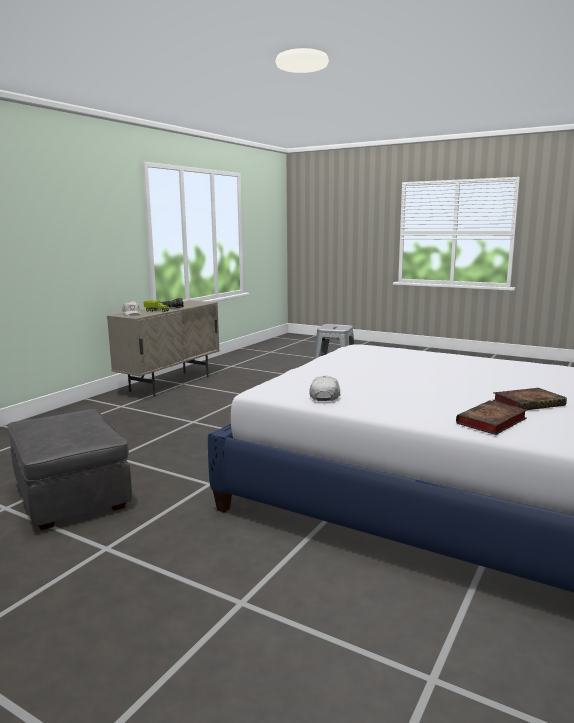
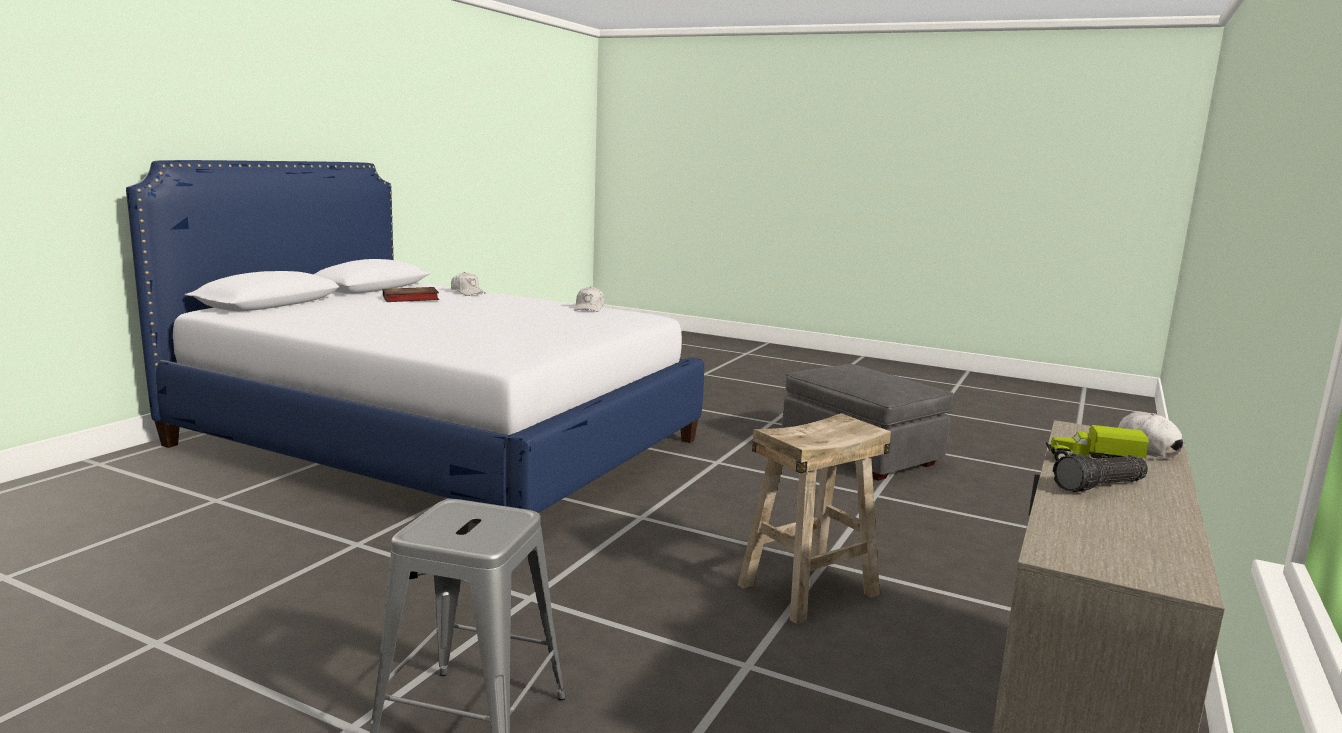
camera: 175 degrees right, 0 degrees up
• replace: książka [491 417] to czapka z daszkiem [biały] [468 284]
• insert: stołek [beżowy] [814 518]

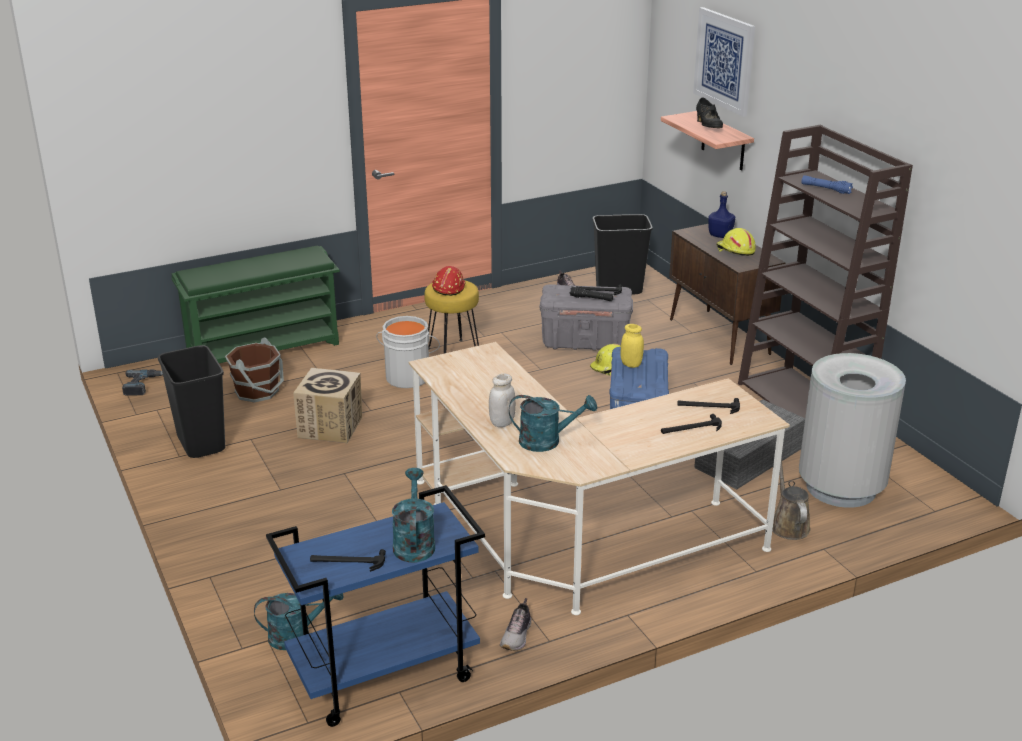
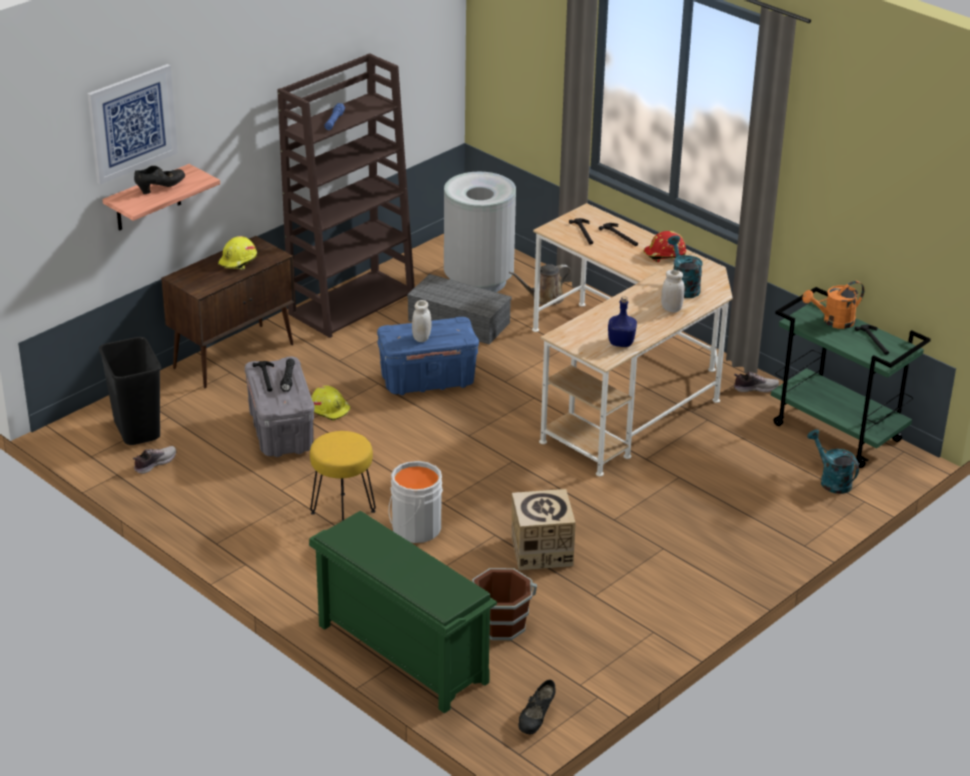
camera: 110 degrees left, 5 degrees up
• move: butelka [niebieski] [721 214] to [622 322]
• move: kask [czerwony] [449 281] to [665 246]
• recolor: słoik [żółty] [632 346] to słoik [biały] [422 321]
• delete: kosz na śmieci [czarny] [191 401]
• replace: wiertarka [142 382] to but [czarny] [537 707]
• recolor: konewka [turkusowy] [413 515] to konewka [pomarańczowy] [833 305]
• recolor: wózek [niebieski] [375 606] to wózek [zielony] [851 377]

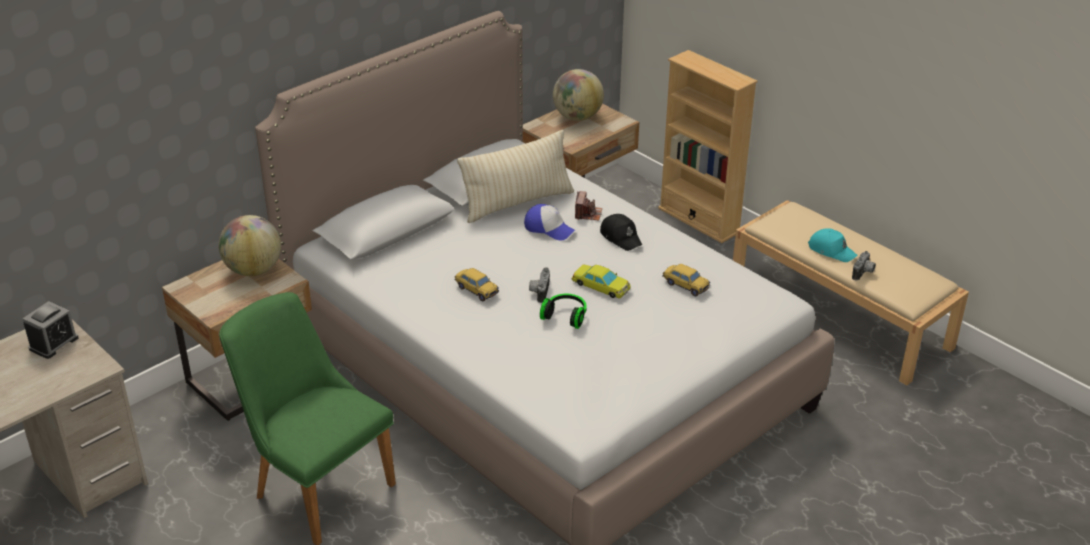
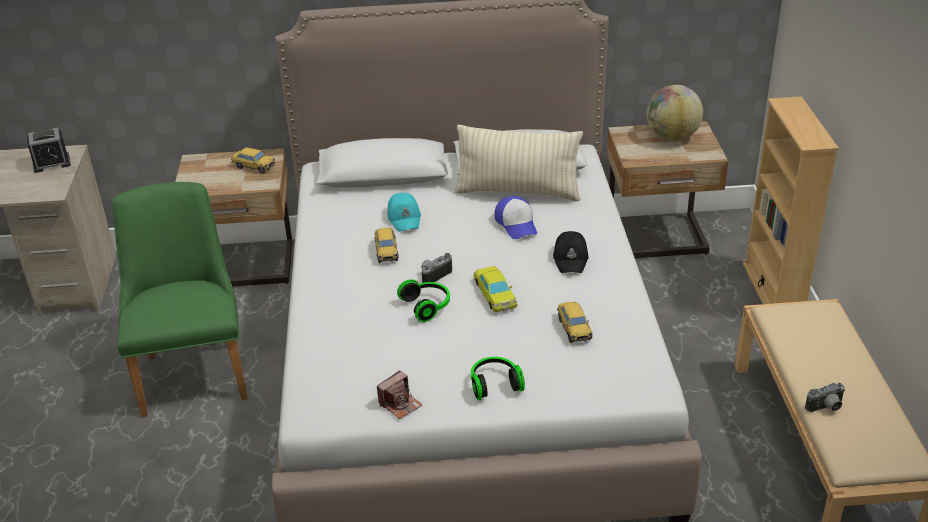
camera: 40 degrees right, 0 degrees up
• move: aparat fotograficzny [588 206] to [400 394]
• replace: globus [250 245] to samochodzik [253 160]
• move: czapka z daszkiem [turkusowy] [832 245] to [404 212]
• insert: słuchawki [498 379]

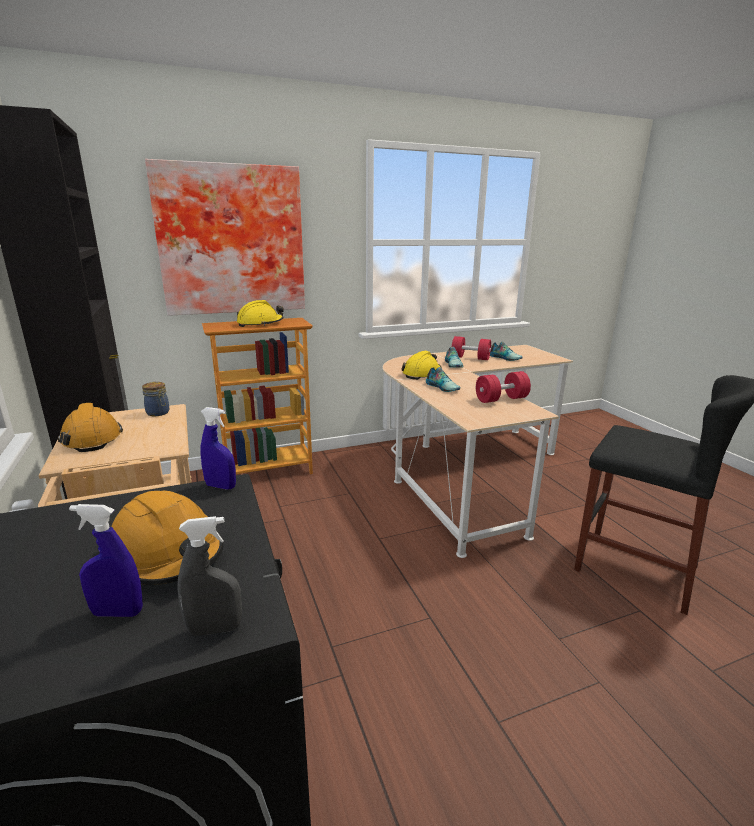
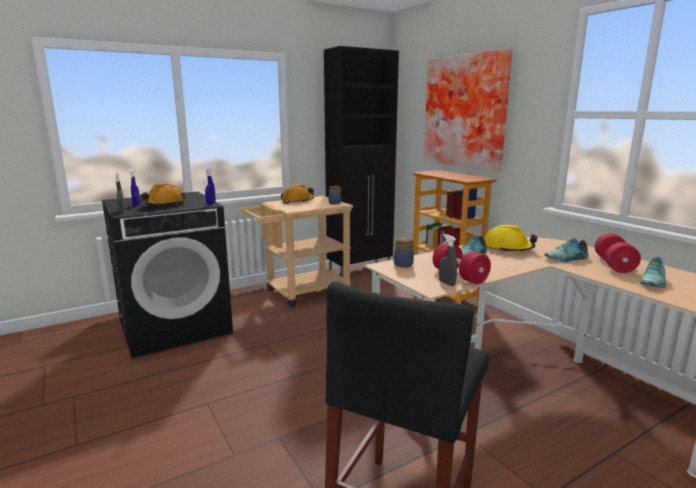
camera: 80 degrees right, 5 degrees down
• delete: kask [żółty] [260 313]
• insert: spryskiwacz [szary] [448 260]
• insert: słoik [404 252]

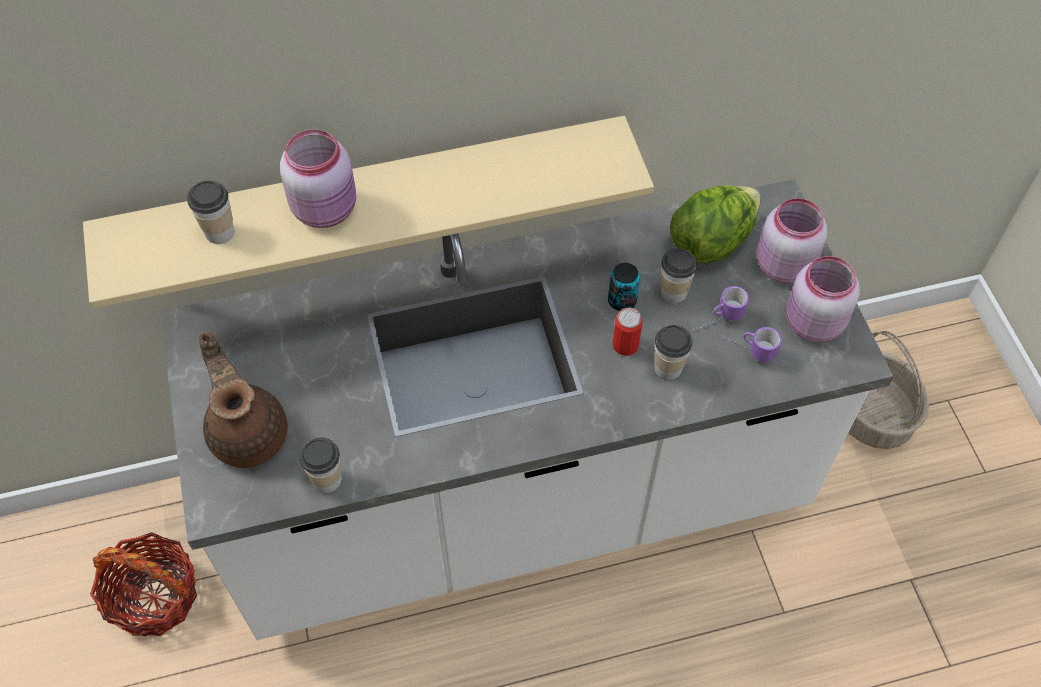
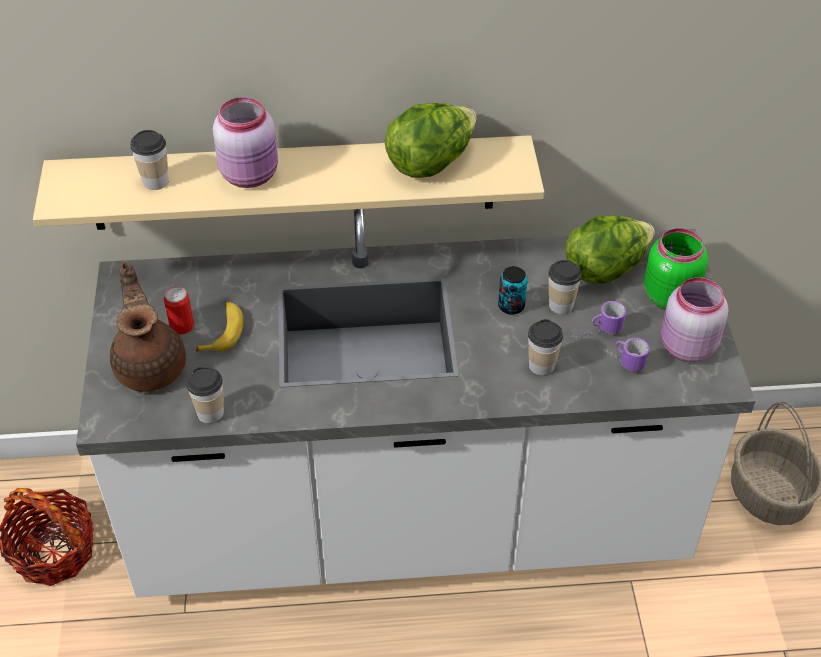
camera: 10 degrees right, 10 degrees down
• recolor: słoik [różowy] [792 240] to słoik [zielony] [676 269]
• move: puszka [627 332] to [179 310]
• insert: sałata [430 140]
• insert: banan [219 326]

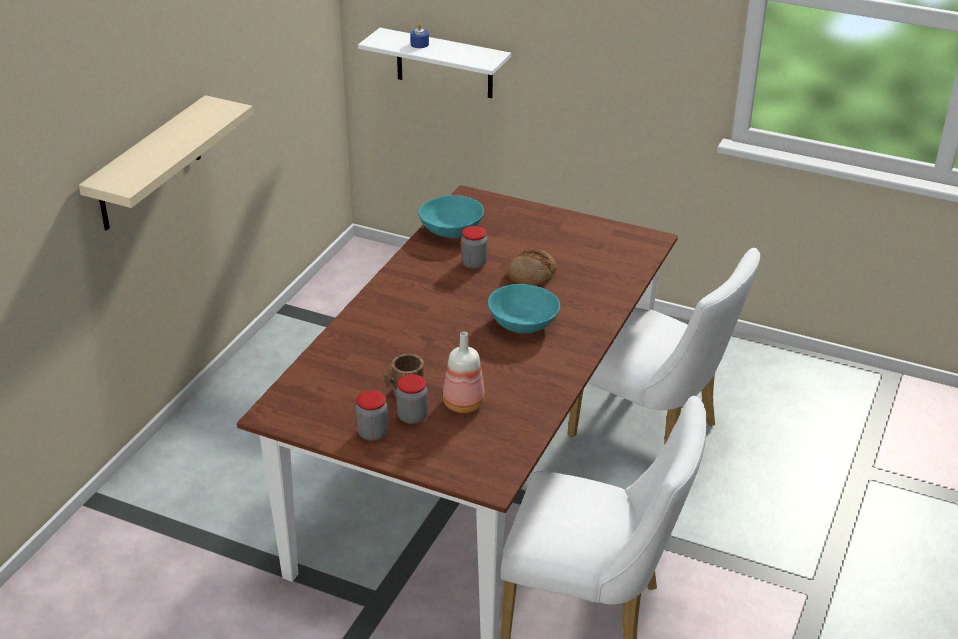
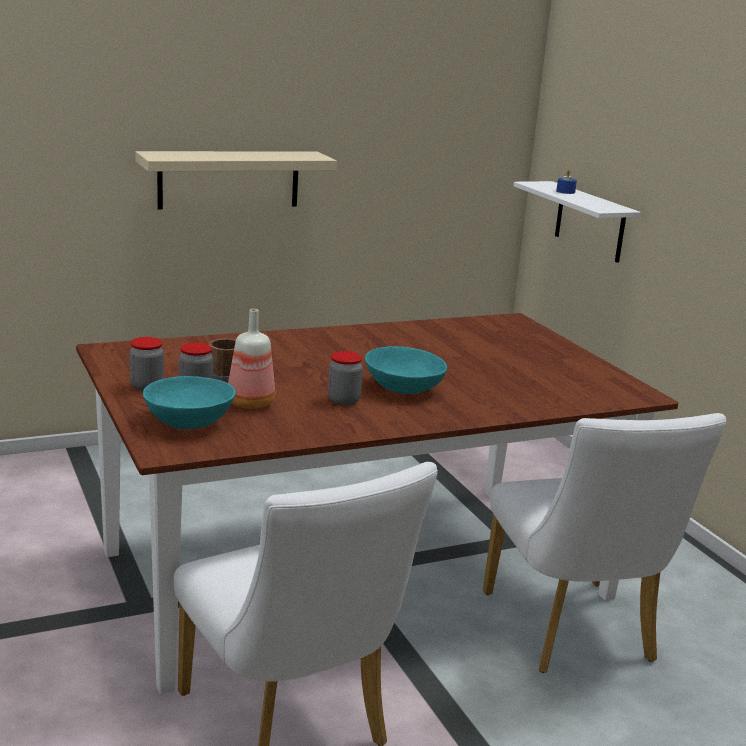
camera: 40 degrees right, 15 degrees down
• move: miska [turkusowy] [451 216] to [189 402]
• move: słoik [474 247] to [345 378]
• delete: chleb [532 267]

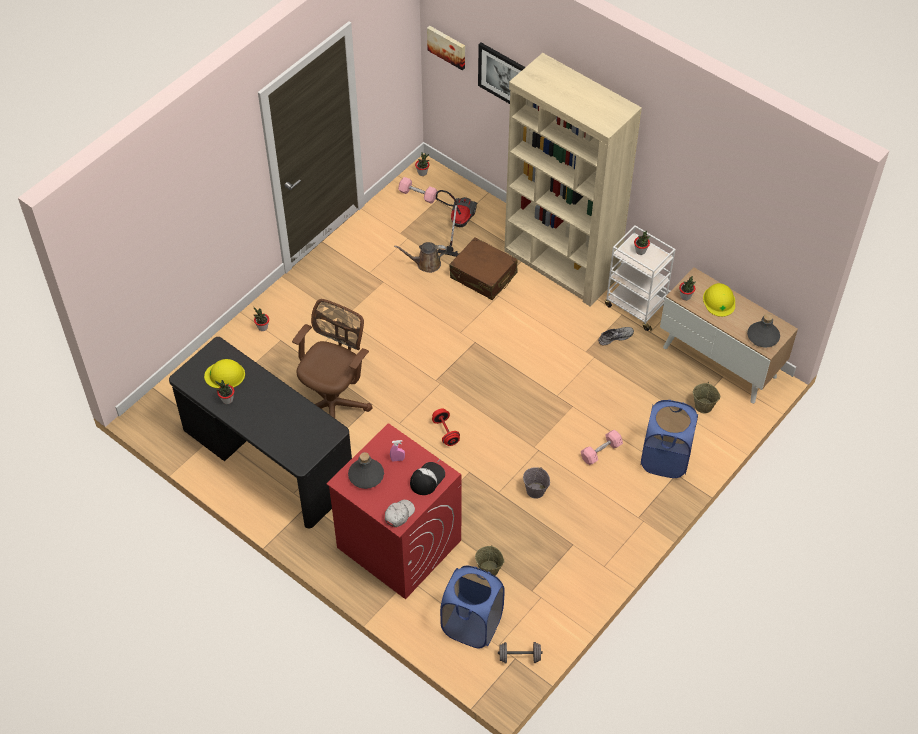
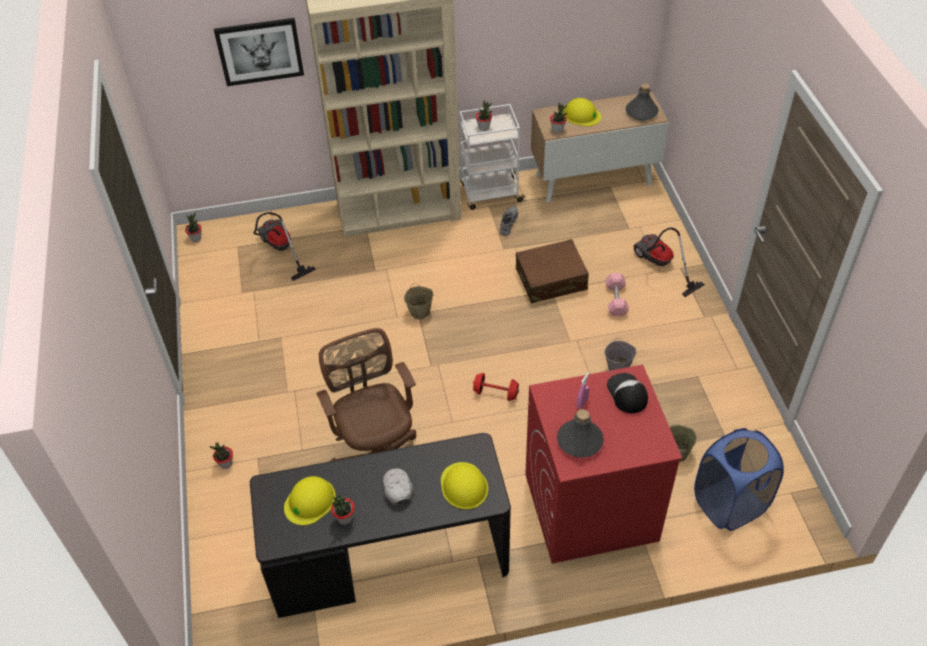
camera: 50 degrees left, 5 degrees down
• delete: obraz [446 48]
• delete: hantel [różowy] [417 190]
• move: walizka [brązowy] [483 268] to [552 271]
• delete: konewka [brązowy] [420 257]
• move: wiadro [beżowy] [707 397] to [418 301]
• replace: kosz na pranie [niebieski] [669 439] to odkurzacz [669 262]
• move: czapka z daszkiem [biały] [400 513] to [398 486]
• delete: hantel [szary] [520 652]
• insert: kask [żółty] [464 485]

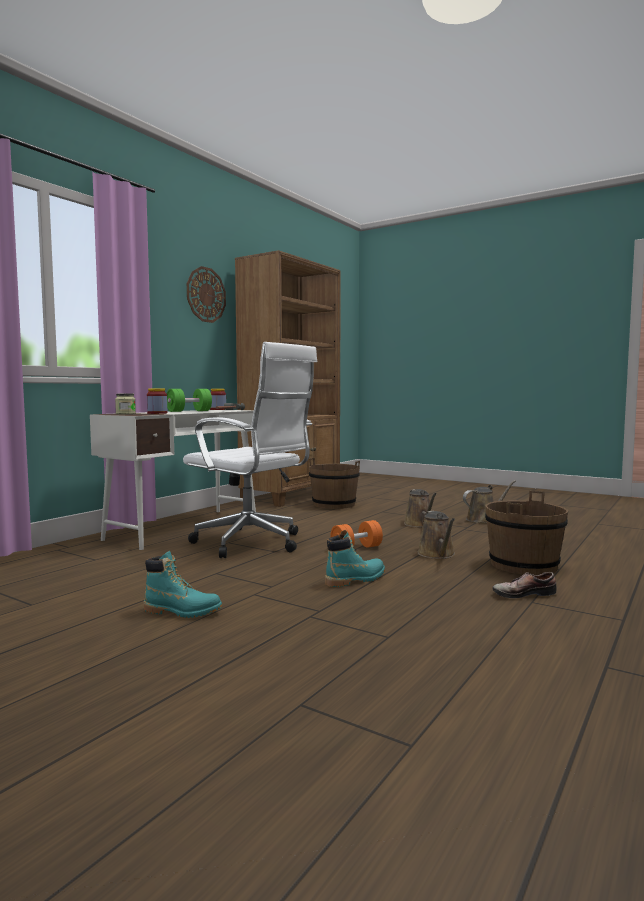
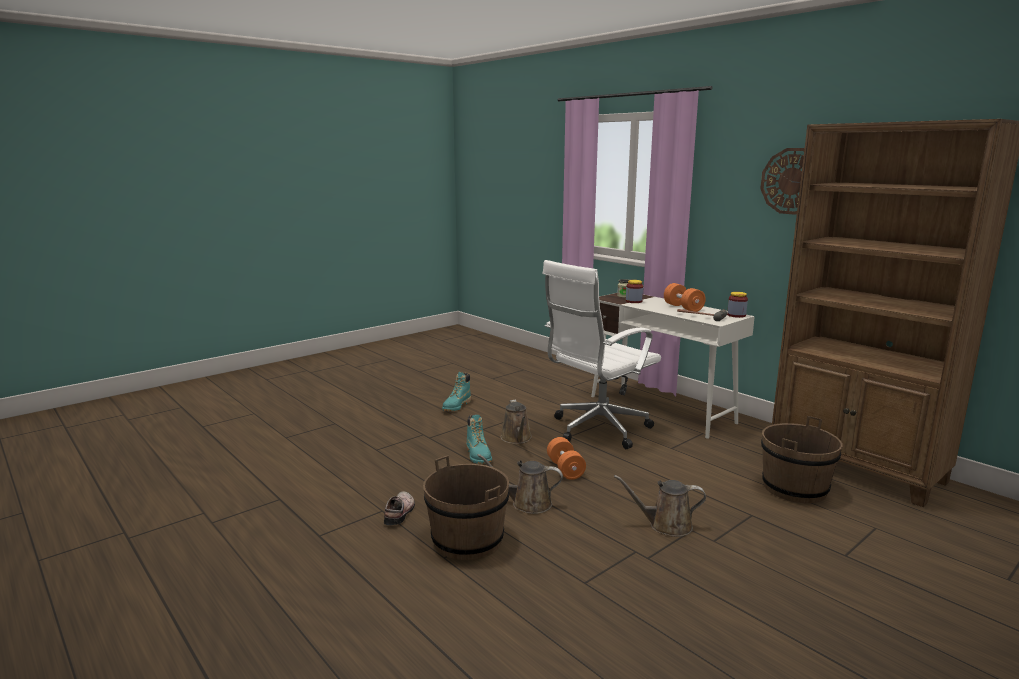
camera: 105 degrees right, 10 degrees up
• recolor: hantel [zielony] [189 400] to hantel [pomarańczowy] [685 297]
• move: konewka [brązowy] [489 501] to [516 422]

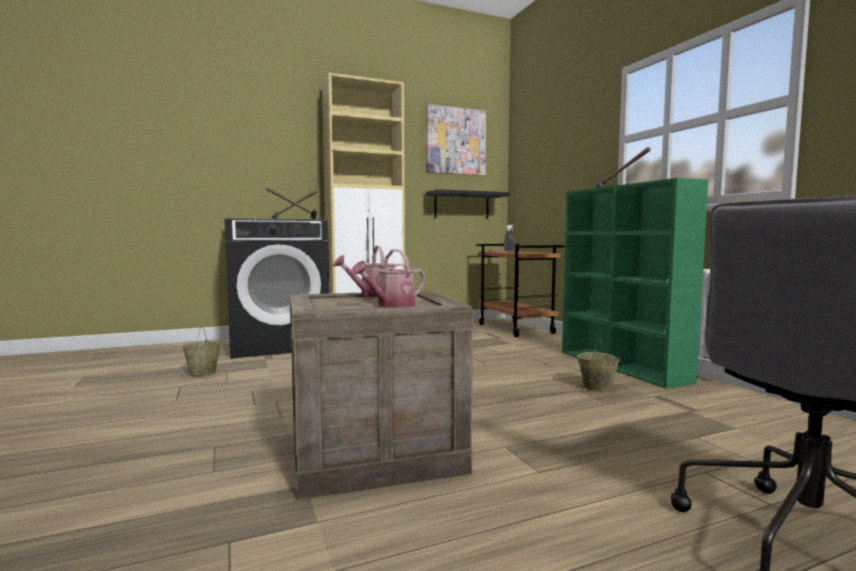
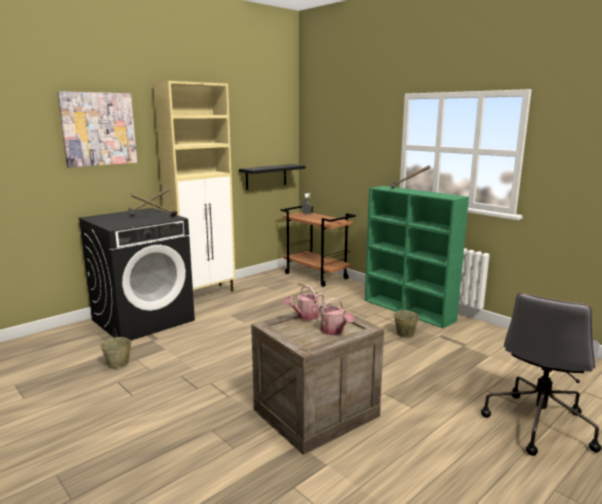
camera: 20 degrees left, 10 degrees up
• move: obraz [456 140] to [97 129]
• rotate: konewka [388 279] = [336 316] 60 degrees counterclockwise

